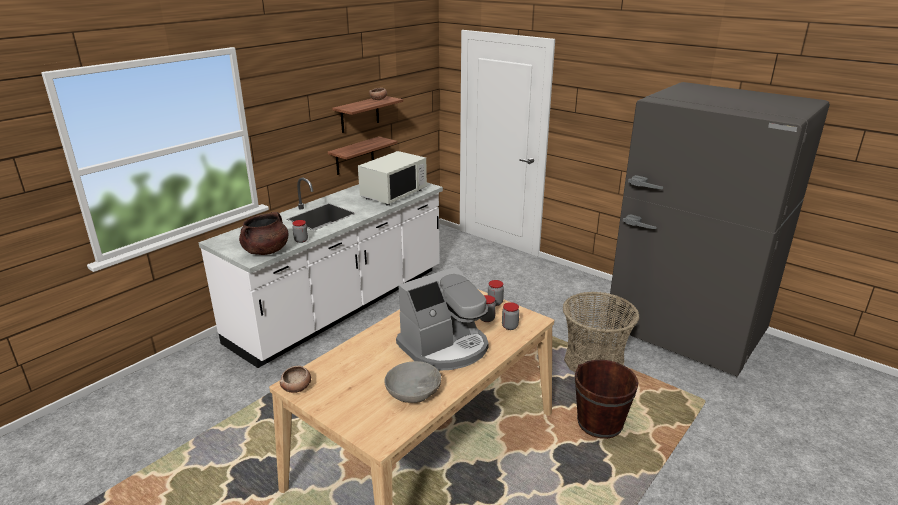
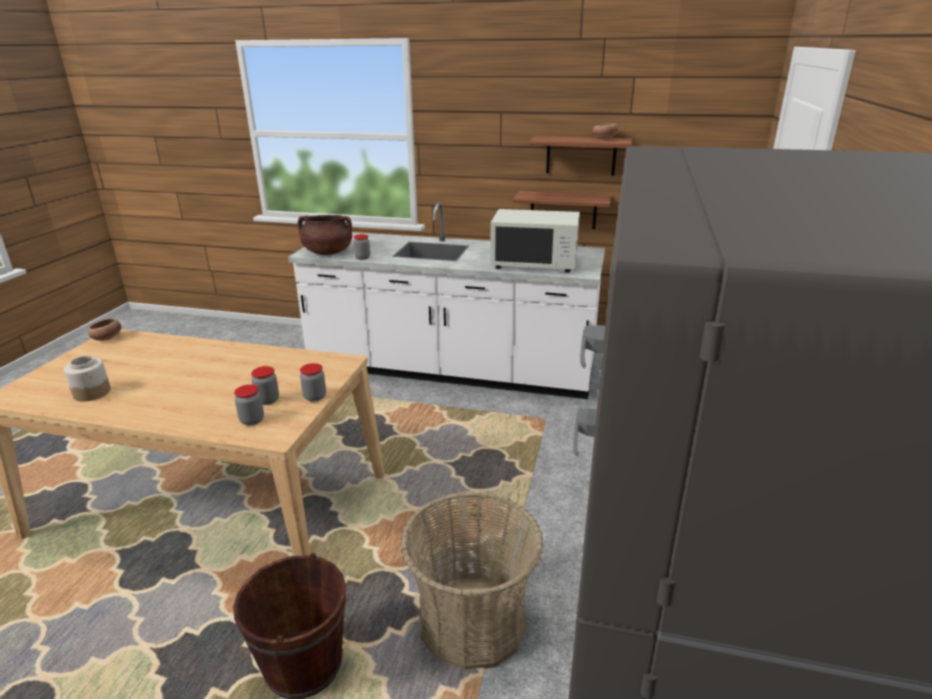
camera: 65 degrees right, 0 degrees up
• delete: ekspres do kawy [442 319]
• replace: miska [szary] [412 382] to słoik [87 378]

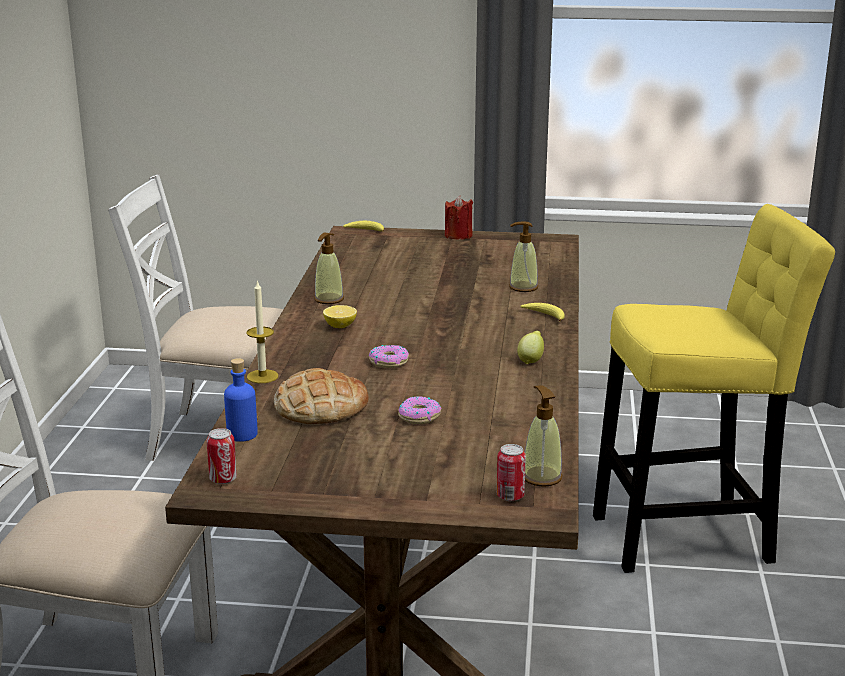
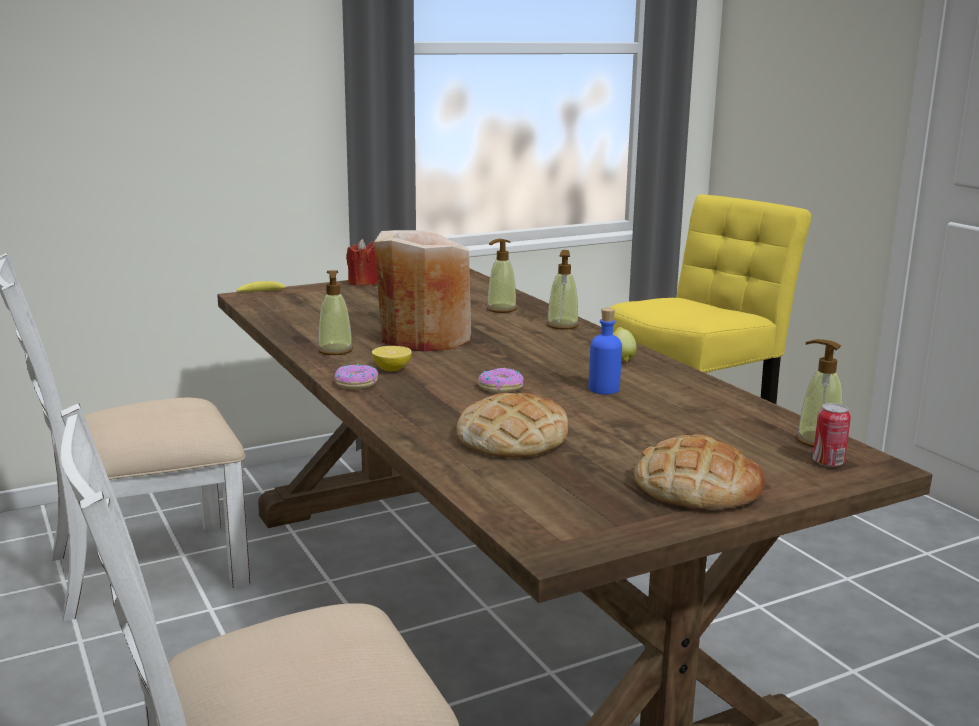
camera: 35 degrees left, 5 degrees down
• delete: świeca [262 332]
• replace: banan [542 312] to dozownik mydła [563 290]
• move: butelka [niebieski] [241 400] to [605 351]
• move: donut [420 410] to [356 376]
• delete: puszka [221 456]
• insert: wazon [beżowy] [422 290]
• insert: chleb [699 471]

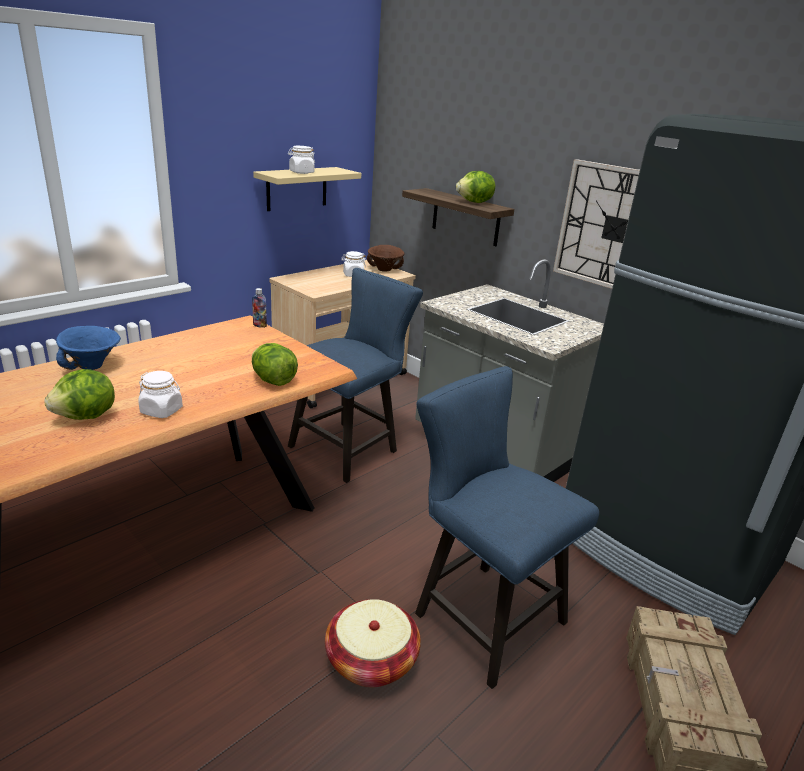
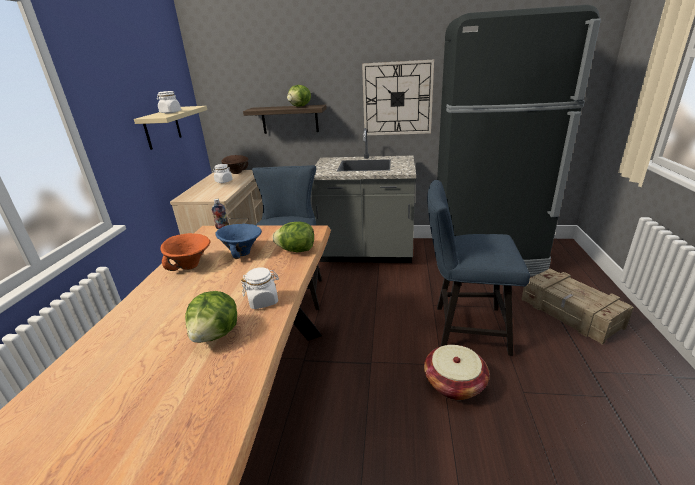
camera: 35 degrees left, 0 degrees up
• move: miska [niebieski] [88 348] to [238 241]
• insert: miska [pomarańczowy] [185 252]

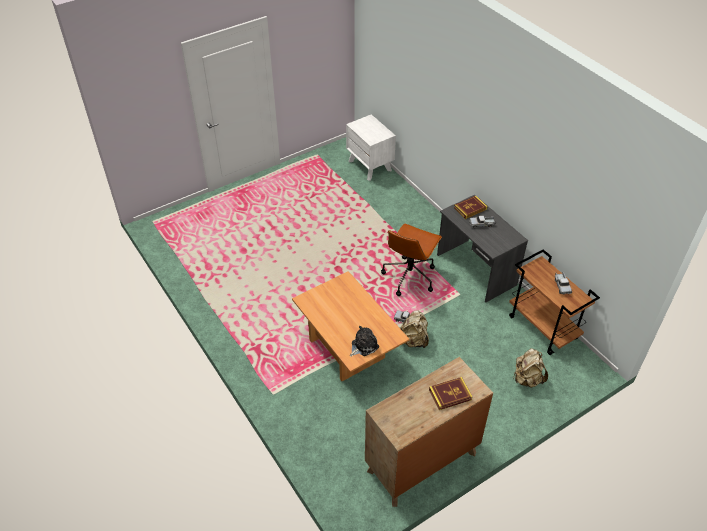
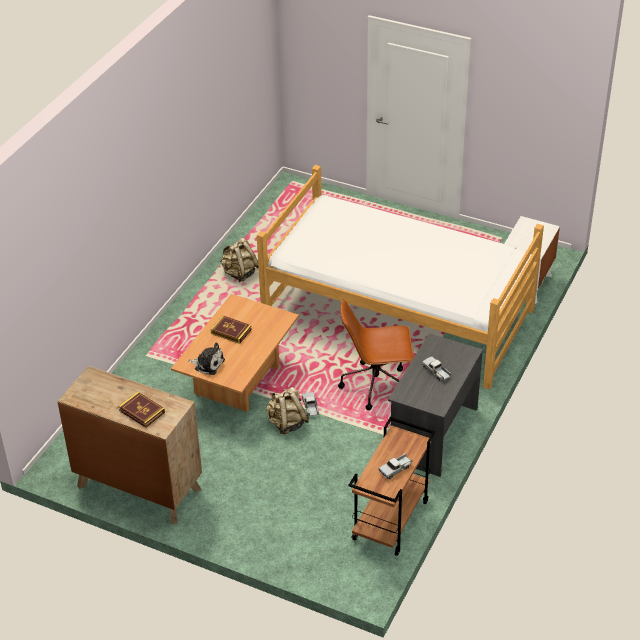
camera: 60 degrees right, 5 degrees down
• move: książka [471 207] to [231 330]
• move: plecak [beżowy] [530 368] to [239 260]
• insert: łóżko [400 277]

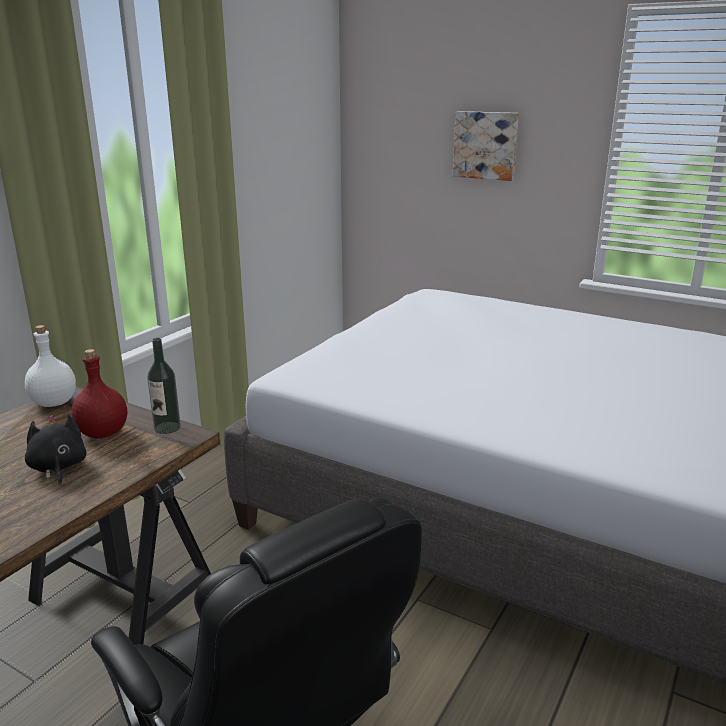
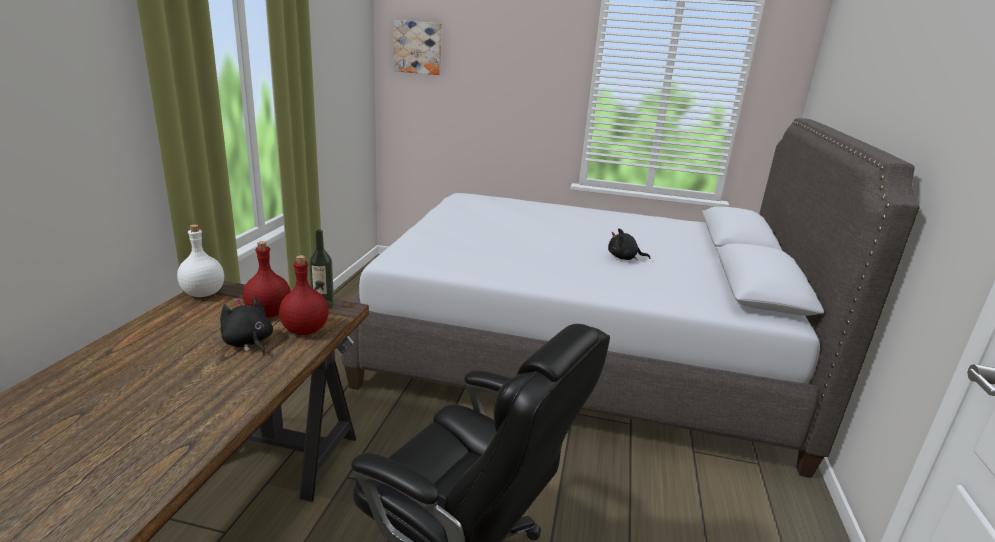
camera: 20 degrees left, 0 degrees up
• move: obraz [486 146] to [418 47]
• insert: pluszak [czarny] [629 244]
• insert: butelka [czerwony] [304 295]

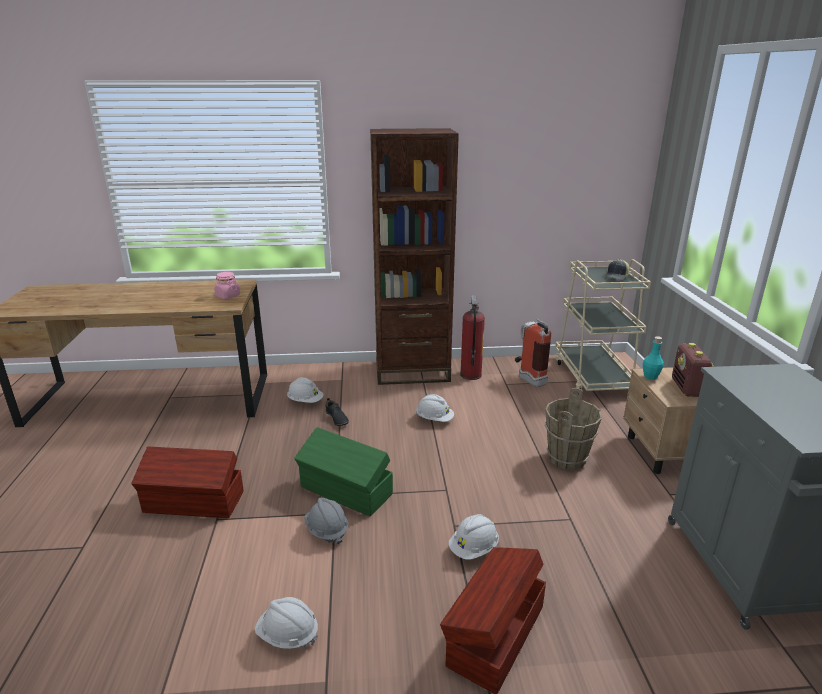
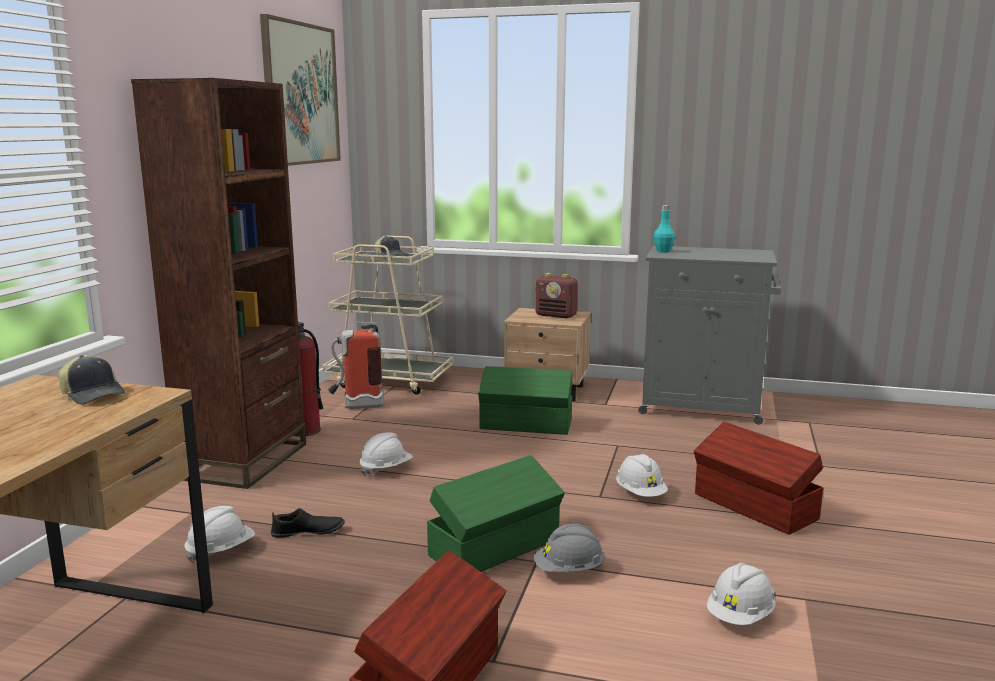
camera: 70 degrees left, 10 degrees down
• replace: słoik [różowy] [227 285] to czapka z daszkiem [91 380]
• move: butelka [turkusowy] [653 358] to [664 229]
• replace: wiadro [brązowy] [573 429] to pojemnik do przechowywania [zielony] [525 400]
• insert: obraz [300 90]

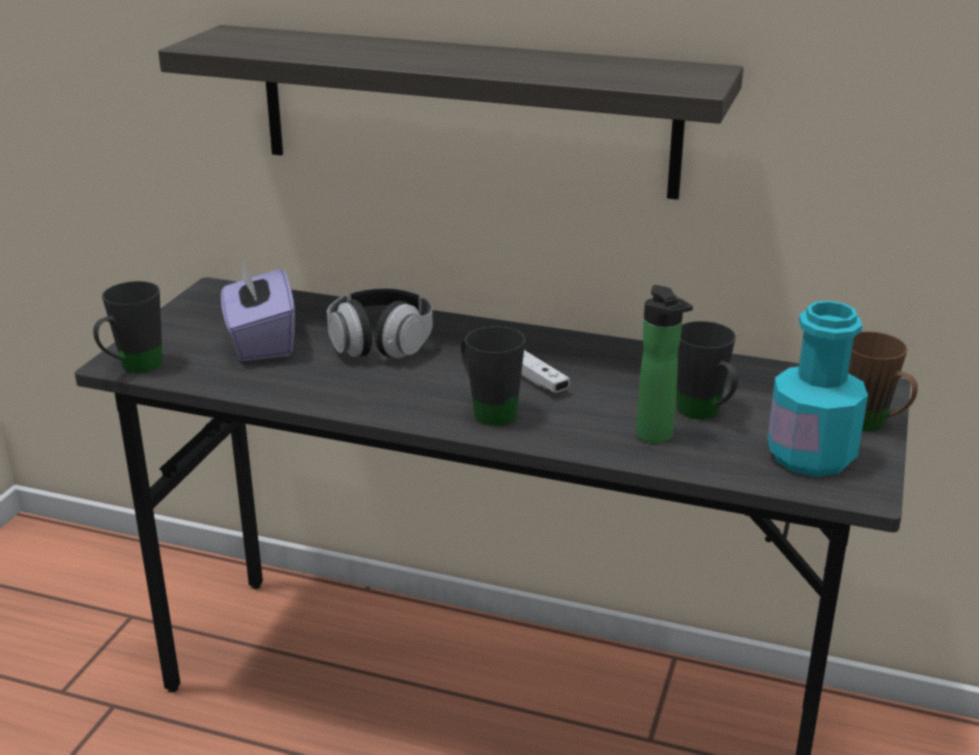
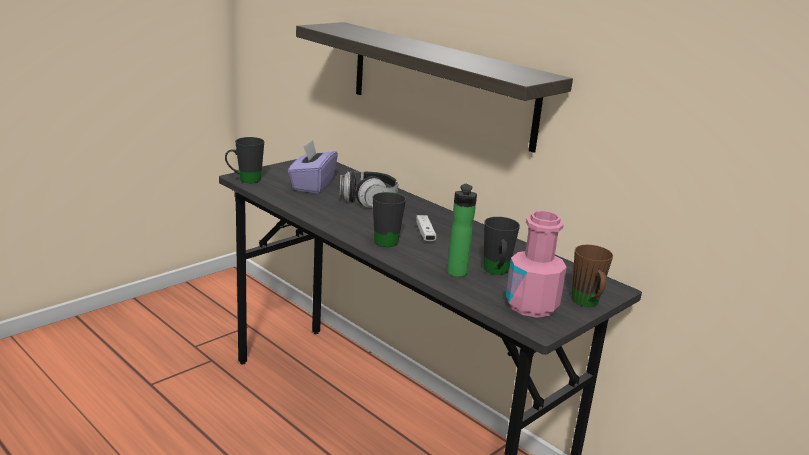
camera: 25 degrees right, 5 degrees down
• recolor: butelka [turkusowy] [817 389] to butelka [różowy] [536 264]

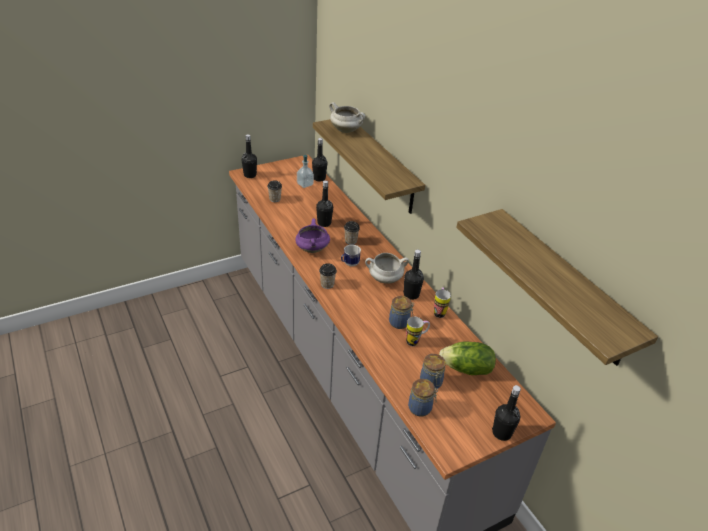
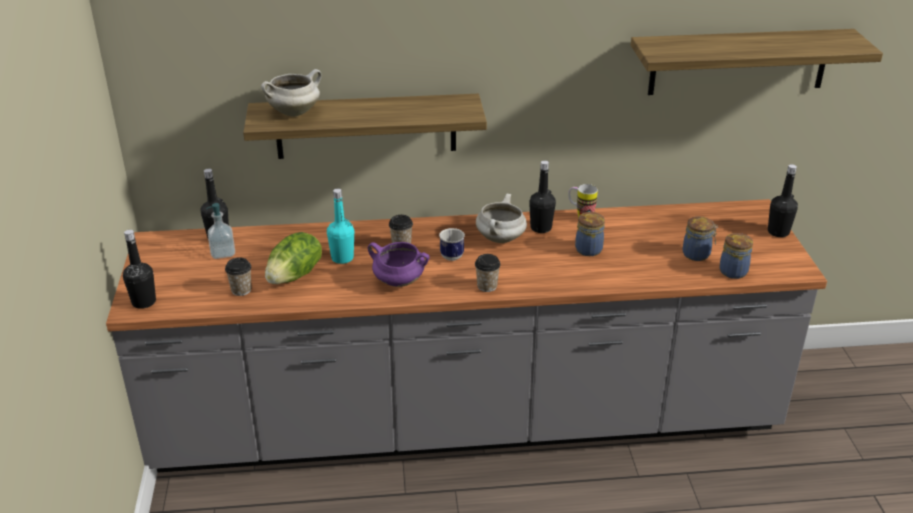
camera: 65 degrees left, 5 degrees down
• recolor: butelka [czarny] [324 203] to butelka [turkusowy] [340 226]
• delete: kubek [418 331]
• move: sałata [467 358] to [293 258]

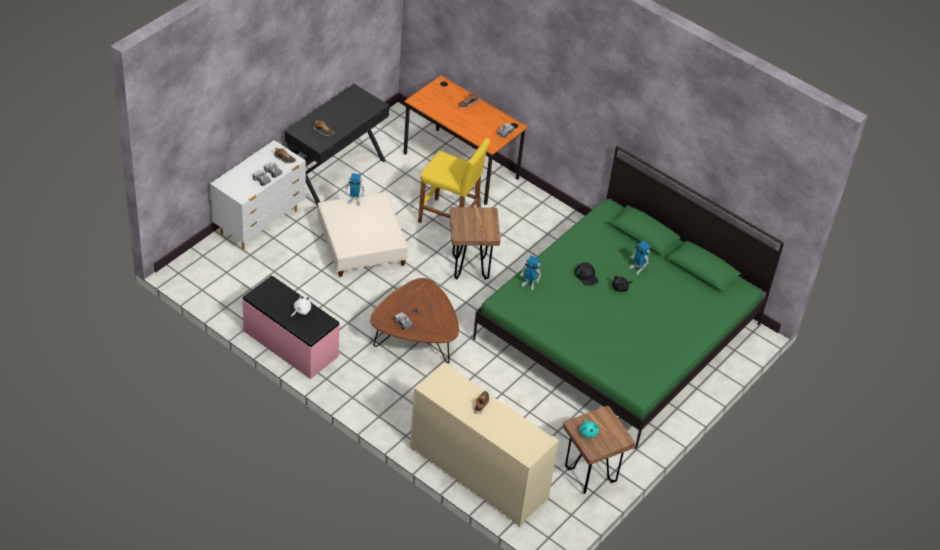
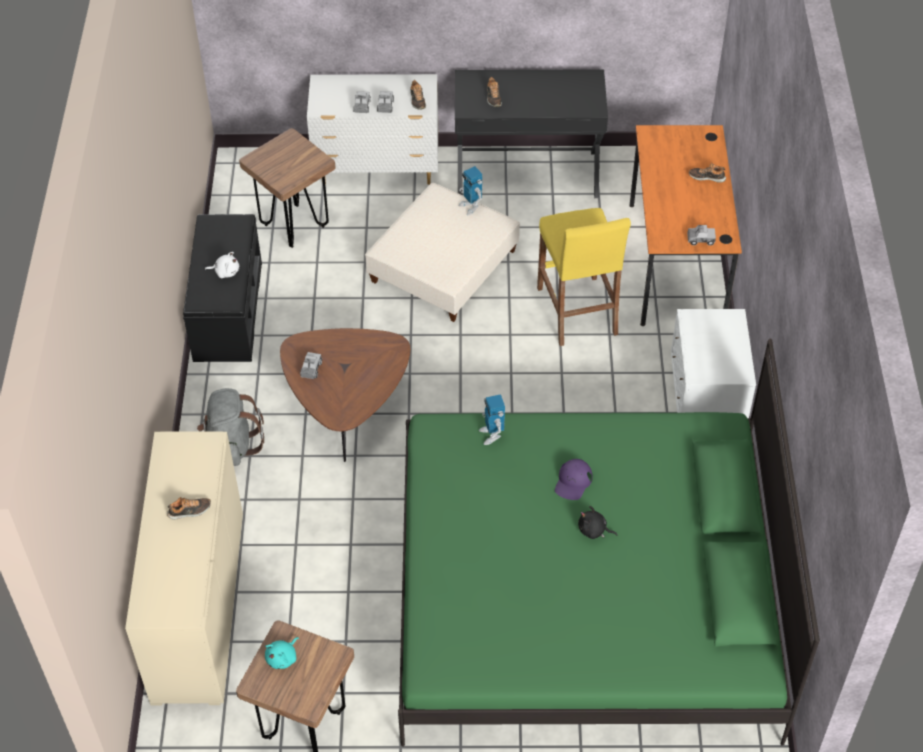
camera: 55 degrees right, 5 degrees up
• move: stołek [brązowy] [475 243] to [287 188]
• delete: robot zabawkowy [639 258]
• recolor: czapka z daszkiem [czarny] [587 274] to czapka z daszkiem [fioletowy] [573 479]
• recolor: ławka [różowy] [291 327] to ławka [czarny] [222 288]
• insert: szafka nocna [biały] [713 363]
• insert: plecak [szary] [230 427]

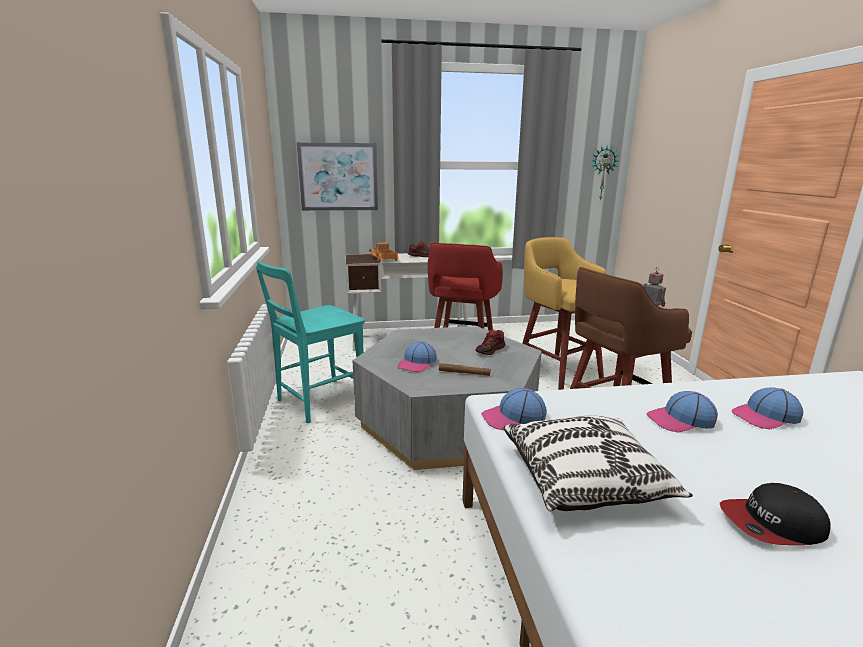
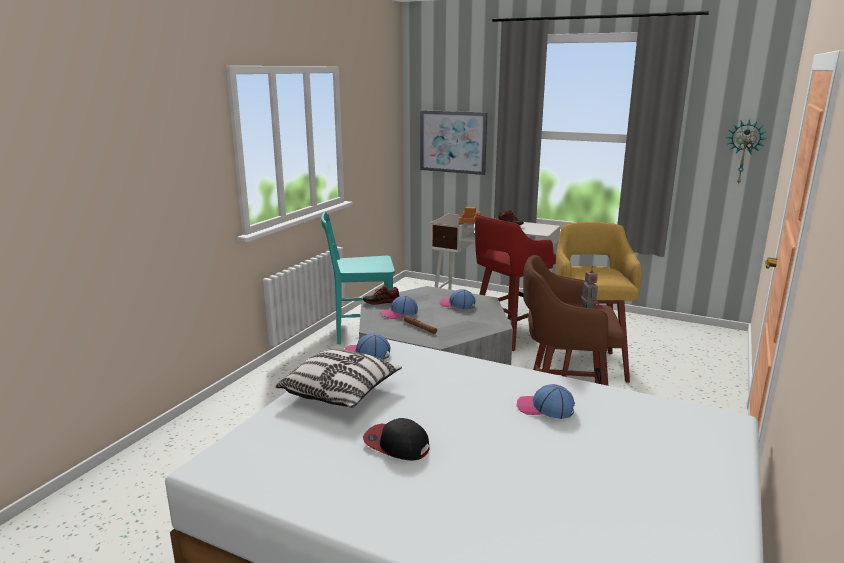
camera: 35 degrees right, 0 degrees up
• move: but [490 342] to [381 295]
• move: czapka z daszkiem [682 411] to [457 299]

